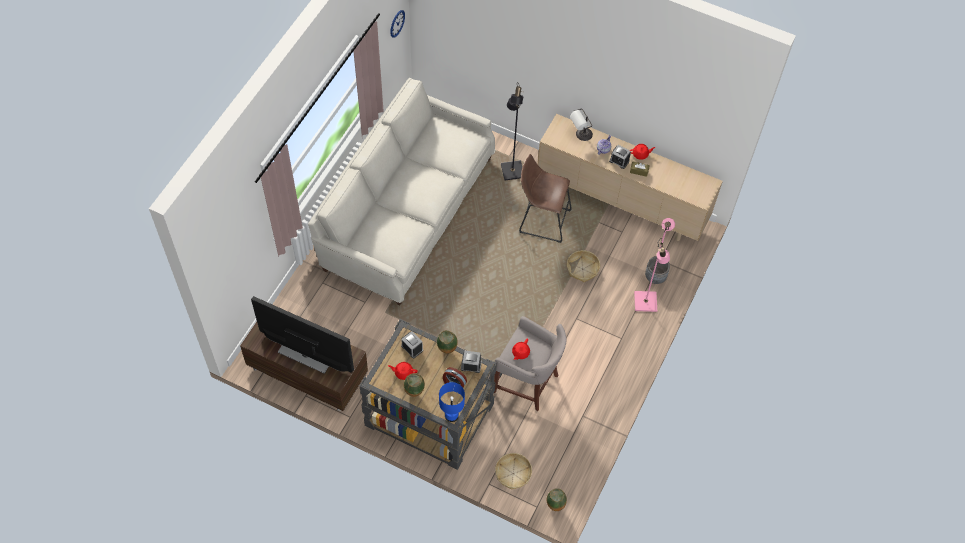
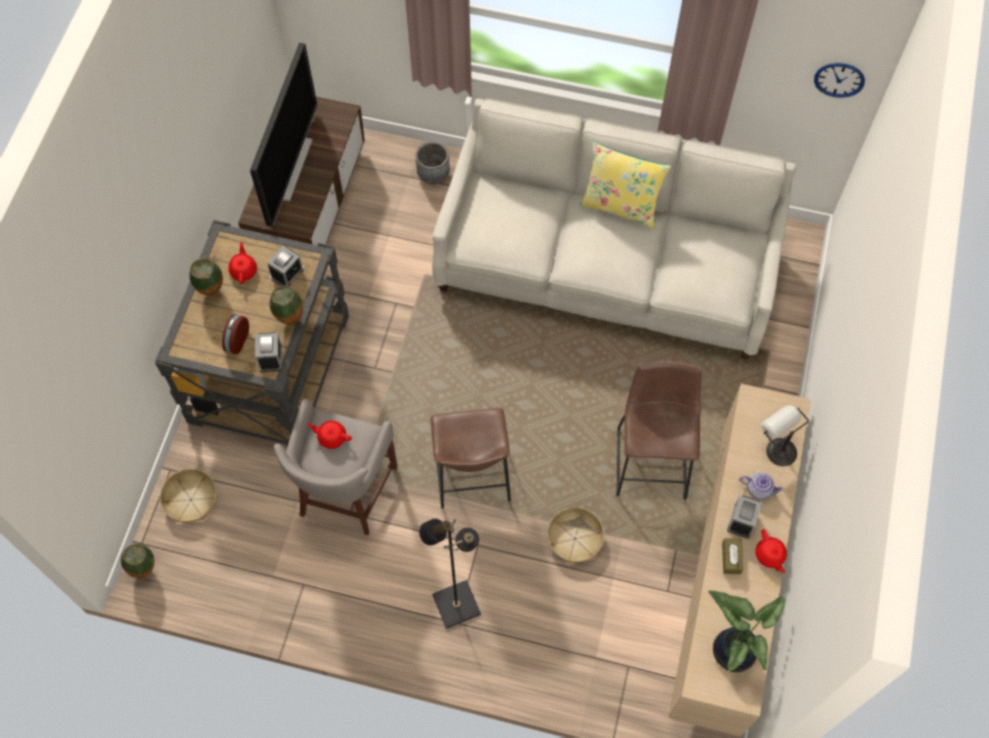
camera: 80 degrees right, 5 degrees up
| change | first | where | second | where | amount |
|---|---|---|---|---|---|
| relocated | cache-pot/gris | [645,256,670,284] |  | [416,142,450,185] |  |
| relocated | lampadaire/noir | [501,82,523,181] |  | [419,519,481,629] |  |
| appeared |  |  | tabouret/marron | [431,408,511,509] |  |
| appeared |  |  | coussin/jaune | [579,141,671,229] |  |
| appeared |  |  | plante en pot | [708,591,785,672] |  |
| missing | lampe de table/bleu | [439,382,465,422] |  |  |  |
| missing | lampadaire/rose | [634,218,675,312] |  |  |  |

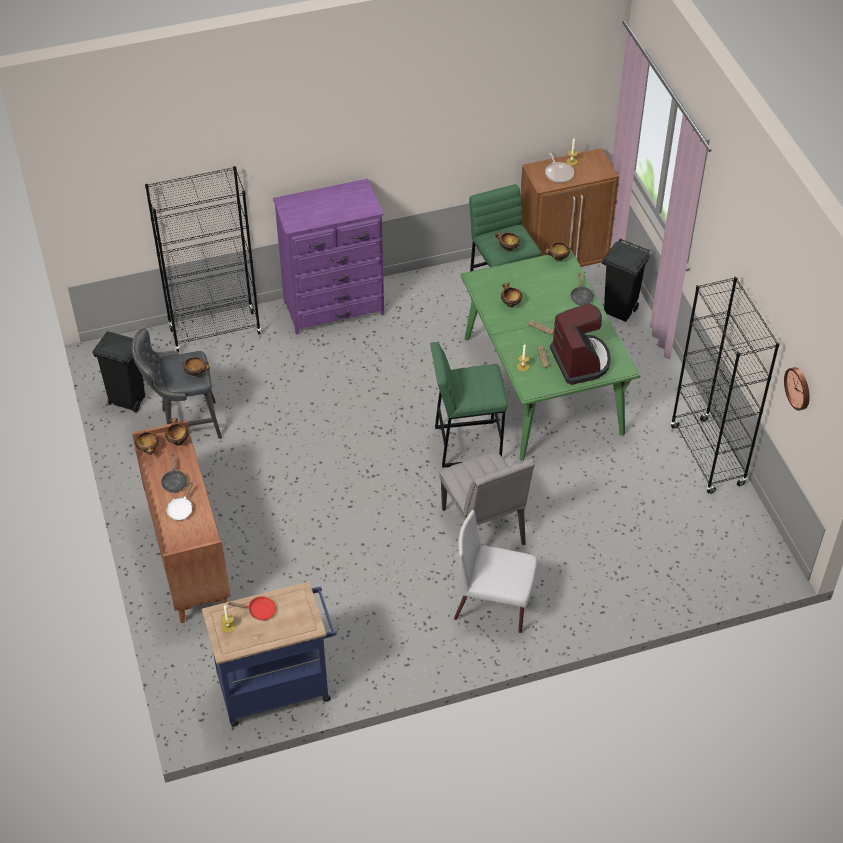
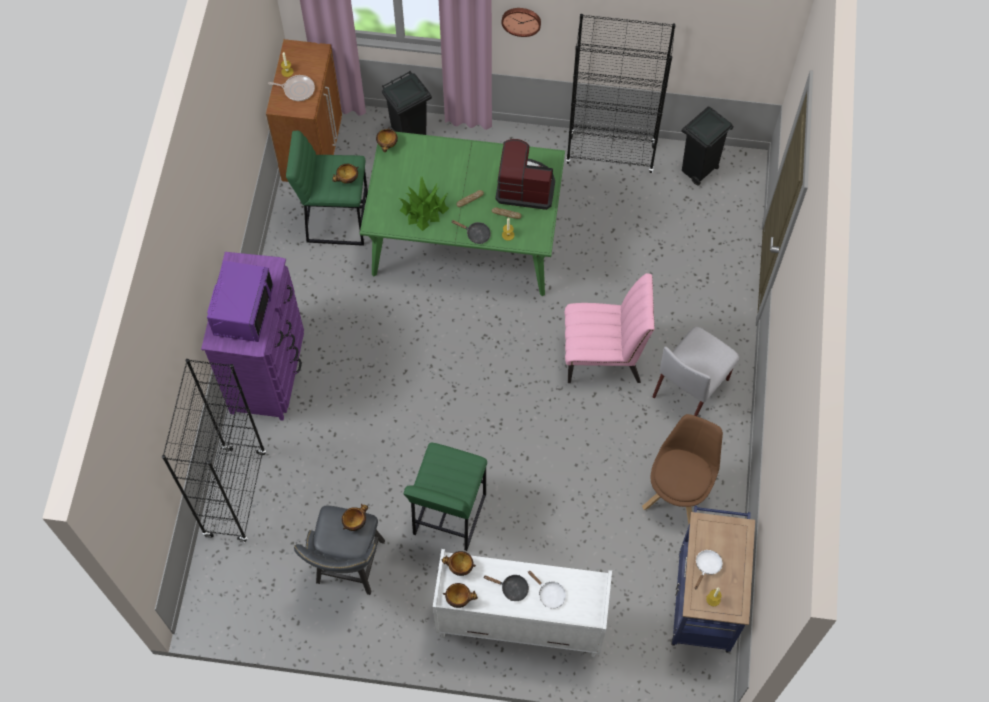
camera: 65 degrees left, 15 degrees up
| change | first | where | second | where | amount |
|---|---|---|---|---|---|
| appeared |  |  | micro-ondes/violet | [207,261,273,342] |  |
| exchanged | bol | [501,282,522,308] | plante en pot | [398,177,449,231] |  |
| relocated | tabouret/vert | [430,342,507,468] |  | [403,443,487,551] |  |
| colour | meuble de rangement/marron | [132,420,231,623] | meuble de rangement/blanc | [433,549,612,658] |  |
| relocated | poêle/noir | [570,273,594,305] |  | [451,220,491,244] |  |
| relocated | horloge murale | [784,367,810,411] |  | [501,8,541,37] |  |
| colour | chaise/gris | [439,451,535,545] | chaise/rose | [565,273,655,383] |  |
| appeared |  |  | chaise/marron | [642,414,723,525] |  |
| relocated | poubelle/noir | [92,331,145,413] |  | [681,107,734,186] |  |
| colour | poêle/rouge | [229,596,276,620] | poêle/blanc | [695,550,723,589] |  |

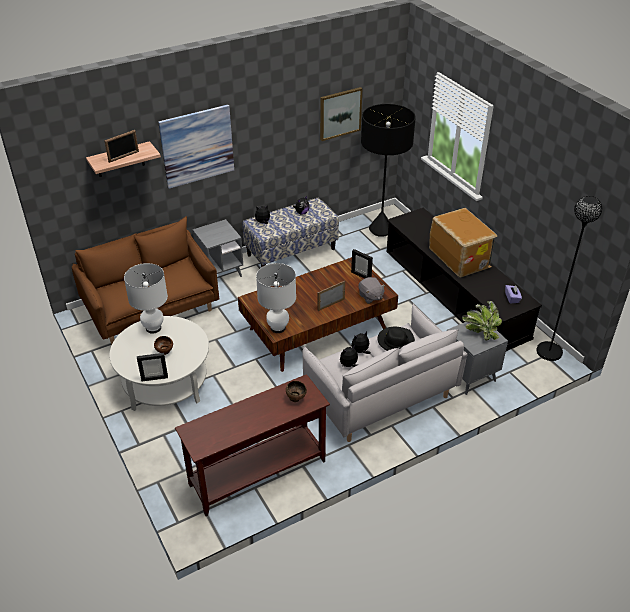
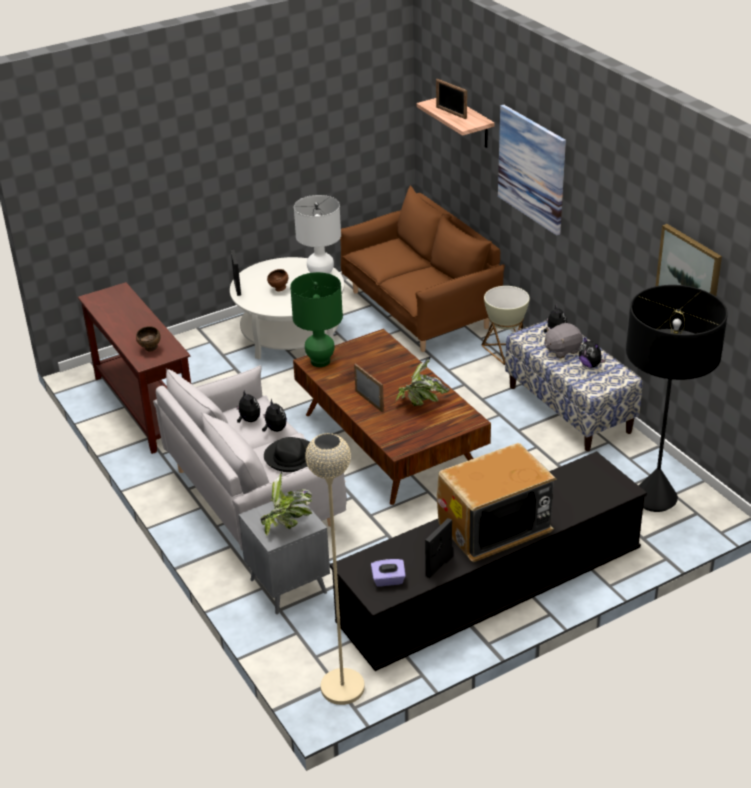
camera: 90 degrees right, 5 degrees down
| change | first | where | second | where | amount |
|---|---|---|---|---|---|
| colour | lampe de table/blanc | [256,263,296,333] | lampe de table/vert | [290,272,343,367] |  |
| colour | lampadaire/noir | [536,196,602,361] | lampadaire/beige | [305,433,365,705] |  |
| appeared |  |  | plante en pot | [396,357,450,406] |  |
| relocated | cadre photo | [351,249,373,279] |  | [425,518,454,578] |  |
| exchanged | table d'appoint/gris | [193,219,243,277] | cache-pot | [482,286,530,365] |  |
| relocated | peluche/gris | [358,277,386,304] |  | [545,323,583,358] |  |

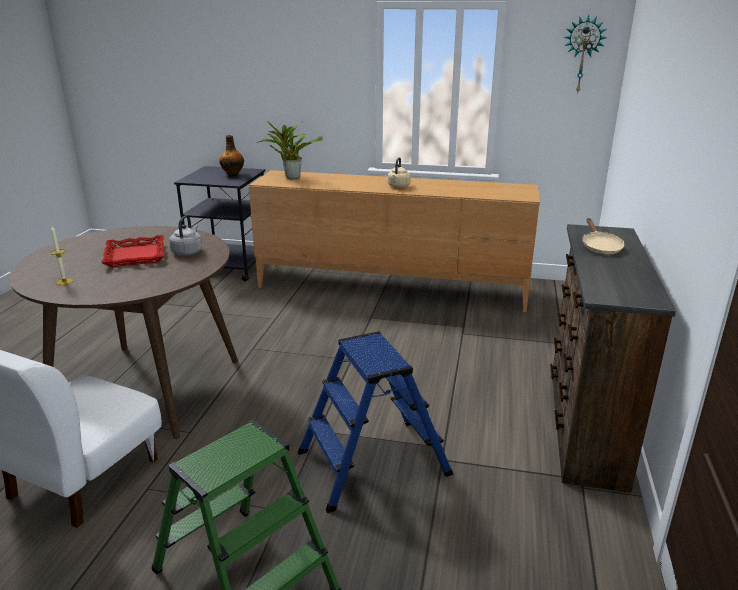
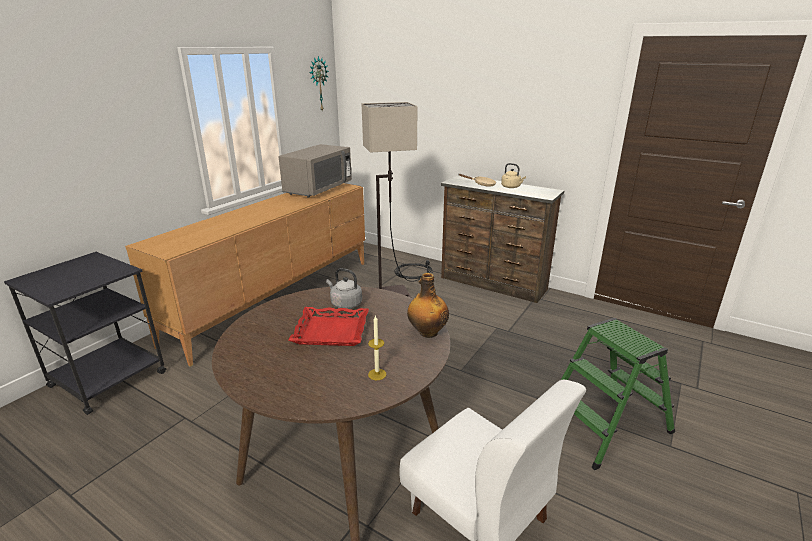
camera: 70 degrees left, 0 degrees up
| change | first | where | second | where | amount |
|---|---|---|---|---|---|
| appeared |  |  | micro-ondes/gris | [279,144,352,198] |  |
| appeared |  |  | lampadaire | [362,102,433,298] |  |
| relocated | bouteille | [219,135,244,176] |  | [407,273,449,338] |  |
| relocated | bouilloire/beige | [388,157,411,188] |  | [501,163,526,188] |  |
| missing | plante en pot | [257,121,323,179] |  |  |  |
| missing | escabeau/bleu | [298,331,453,513] |  |  |  |

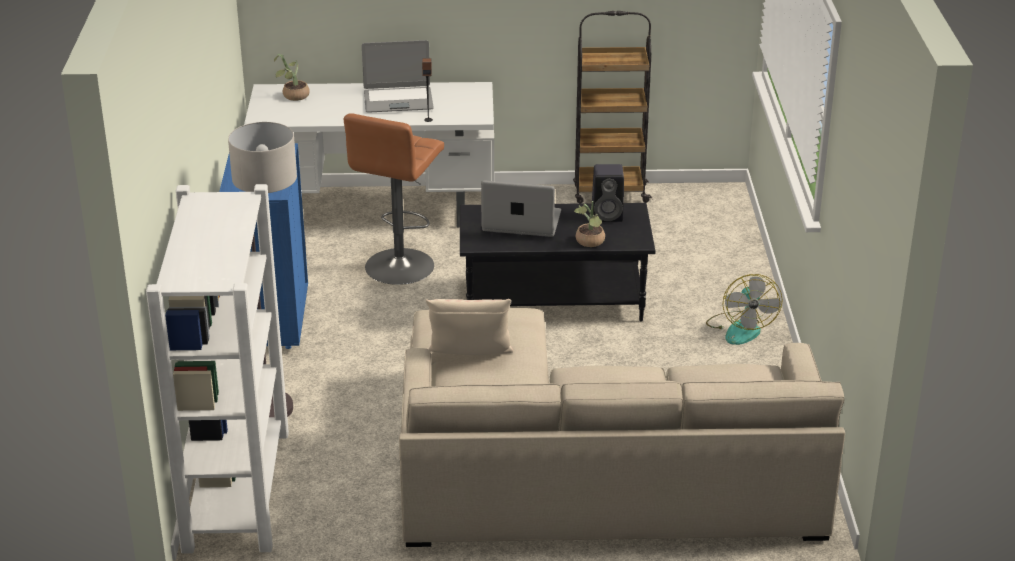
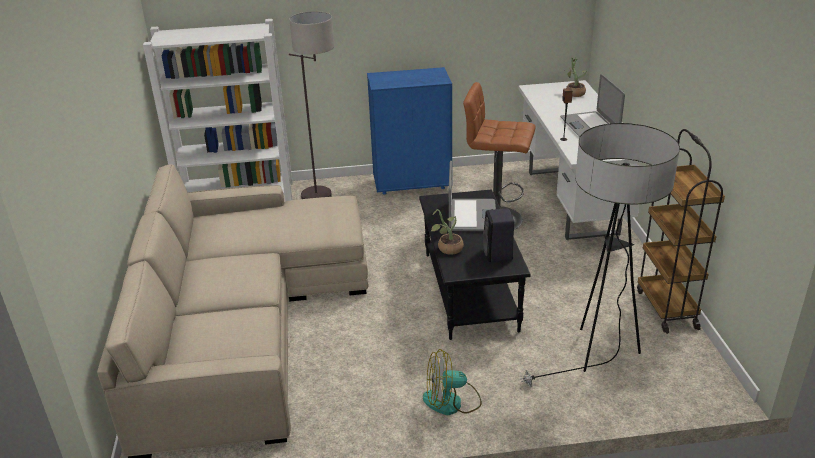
camera: 85 degrees right, 0 degrees up
| change | first | where | second | where | amount |
|---|---|---|---|---|---|
| appeared |  |  | lampadaire | [520,123,680,387] |  |
| missing | coussin/beige | [425,299,513,355] |  |  |  |

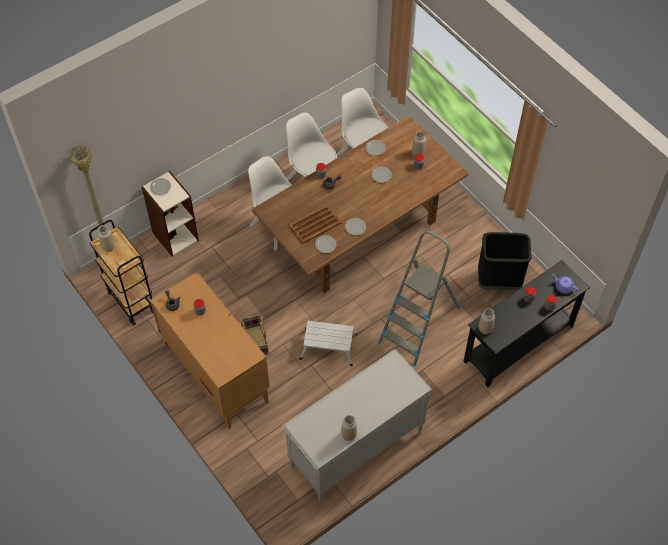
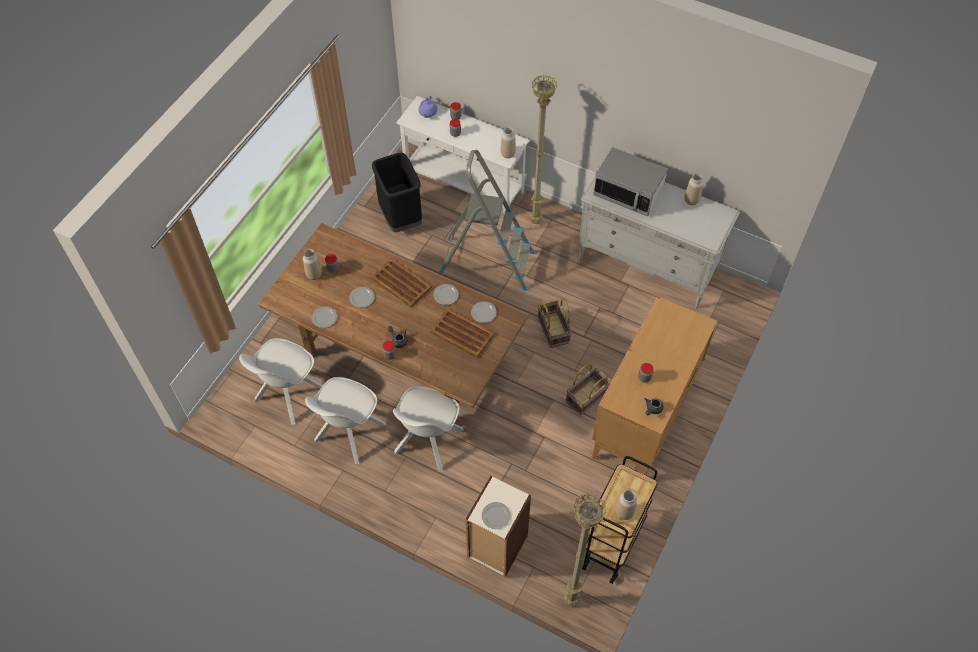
camera: 115 degrees left, 0 degrees up
| change | first | where | second | where | amount |
|---|---|---|---|---|---|
| appeared |  |  | plateau/marron | [371,258,432,307] |  |
| colour | table console/noir | [464,260,590,388] | table console/blanc | [396,96,530,214] |  |
| appeared |  |  | lampadaire/beige | [530,75,557,224] |  |
| exchanged | escabeau/blanc | [299,320,357,367] | panier | [538,298,572,348] |  |
| appeared |  |  | micro-ondes | [593,147,668,216] |  |

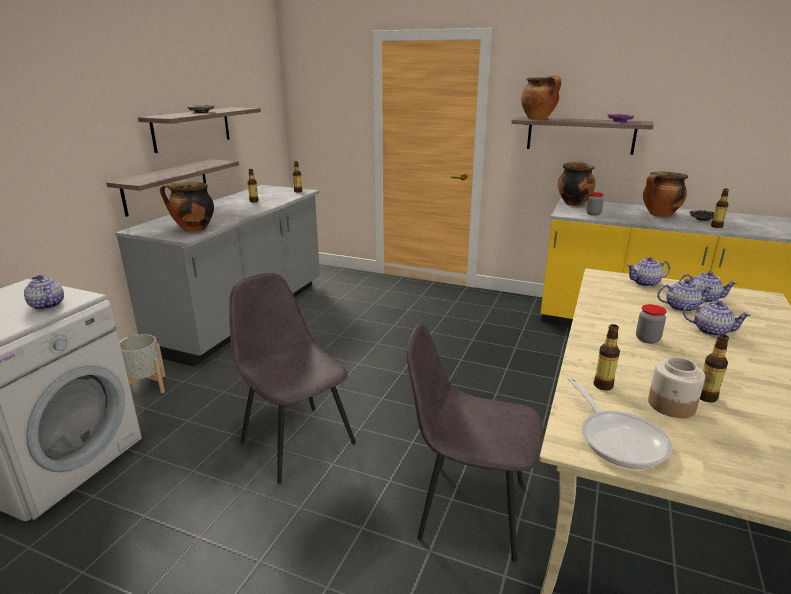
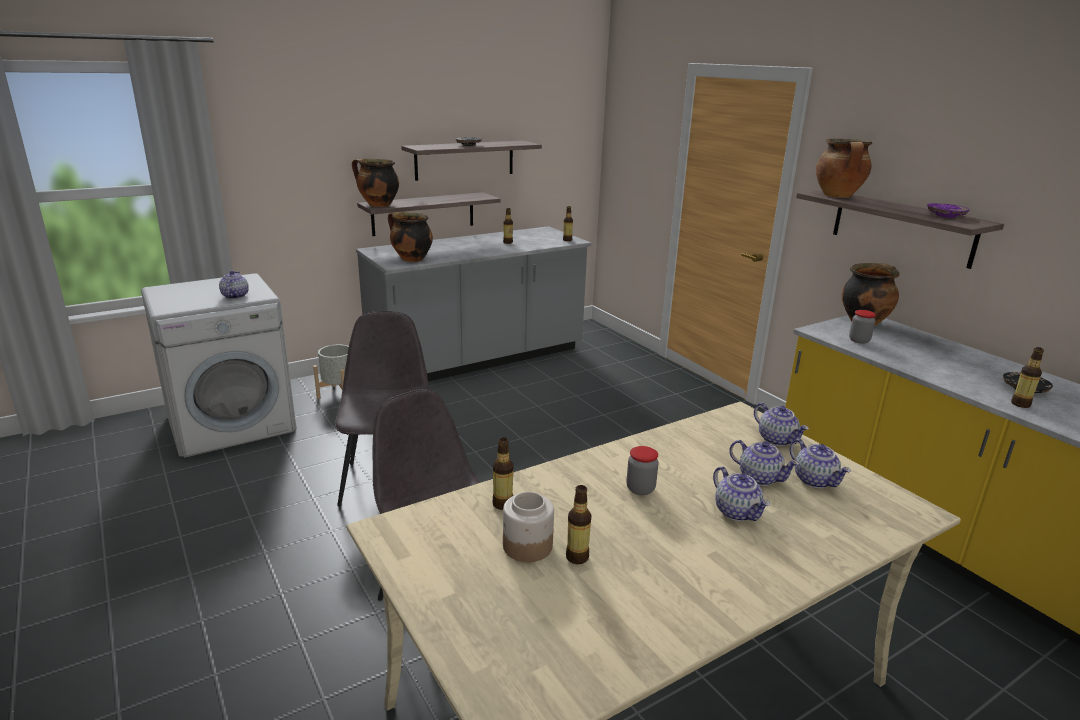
camera: 35 degrees right, 0 degrees up
| change | first | where | second | where | amount |
|---|---|---|---|---|---|
| relocated | marmite | [643,172,688,217] |  | [352,158,399,207] |  |
| spun | théière | [627,257,670,287] |  | [754,403,809,446] | 150 degrees counterclockwise |
| missing | poêle | [567,377,672,469] |  |  |  |

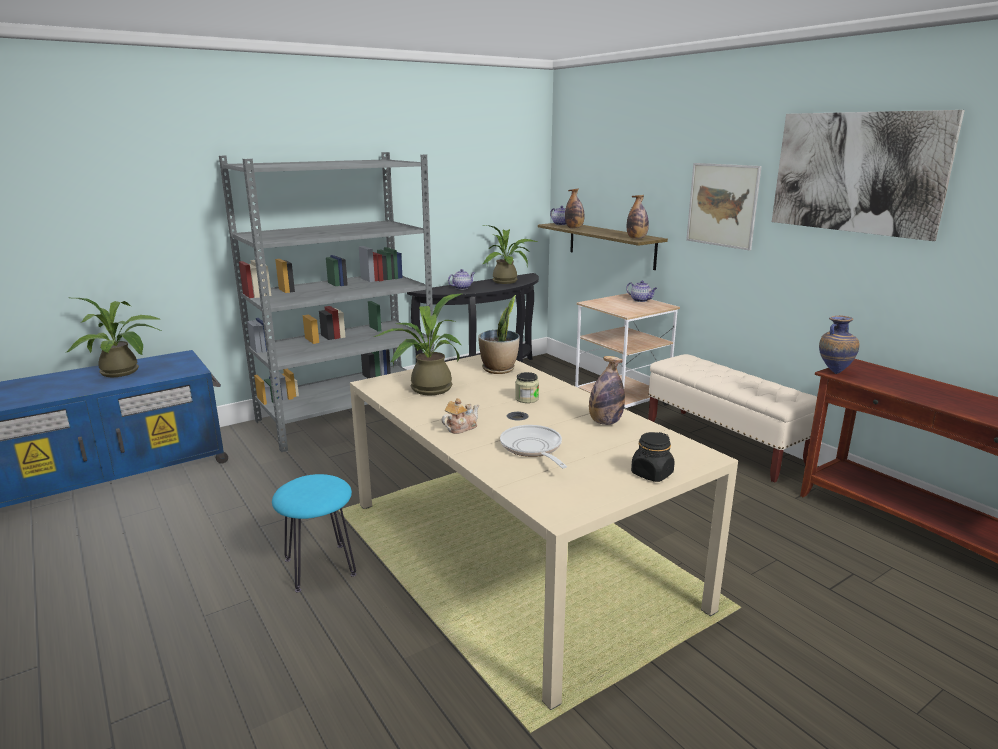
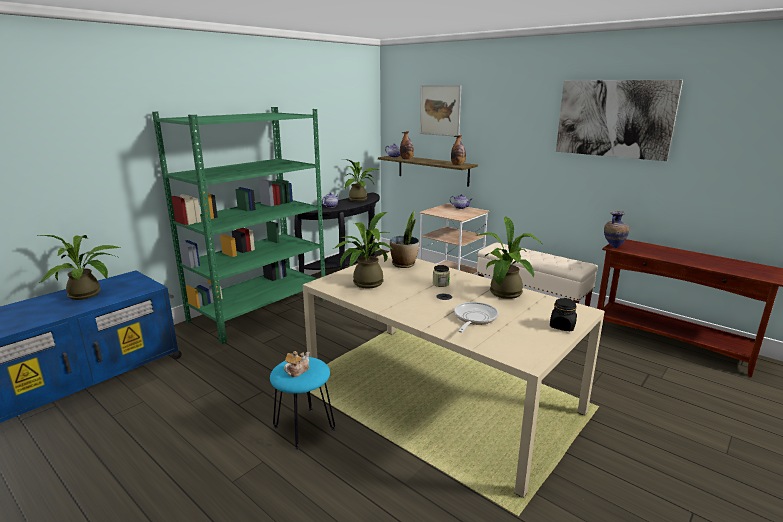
camera: 15 degrees left, 0 degrees up
| change | first | where | second | where | amount |
|---|---|---|---|---|---|
| colour | bibliothèque/gris | [219,152,434,452] | bibliothèque/vert | [152,107,325,344] |  |
| relocated | théière | [442,398,479,434] |  | [284,351,310,377] |  |
| relocated | tableau | [686,163,762,251] |  | [420,85,462,137] |  |
| spun | poêle | [500,425,567,468] |  | [454,302,498,333] | 60 degrees clockwise |
| exchanged | bouteille | [589,356,625,425] | plante en pot | [476,216,543,299] |  |

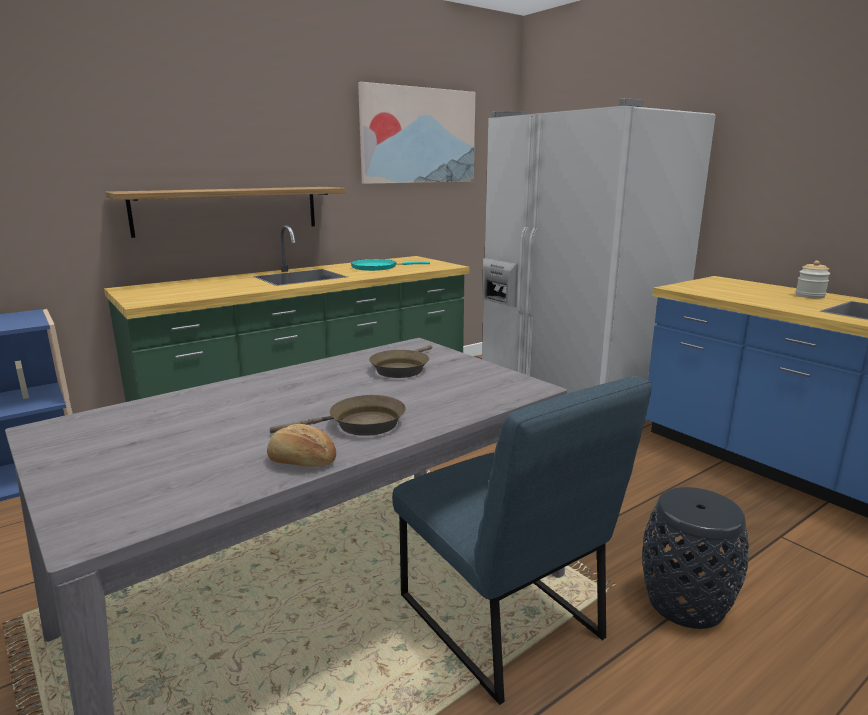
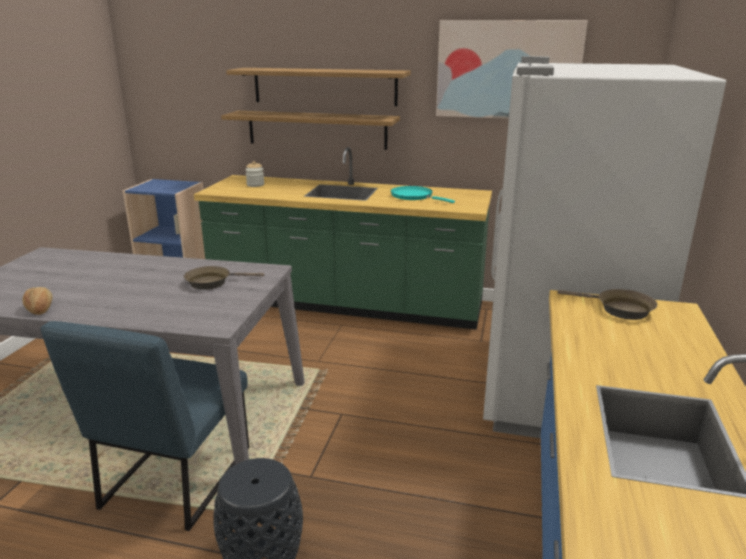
camera: 50 degrees right, 5 degrees up
| change | first | where | second | where | amount |
|---|---|---|---|---|---|
| appeared |  |  | étagère | [226,68,411,106] |  |
| relocated | bocal | [796,261,830,299] |  | [245,161,264,187] |  |
| relocated | poêle/marron | [270,395,406,436] |  | [558,289,657,320] |  |

